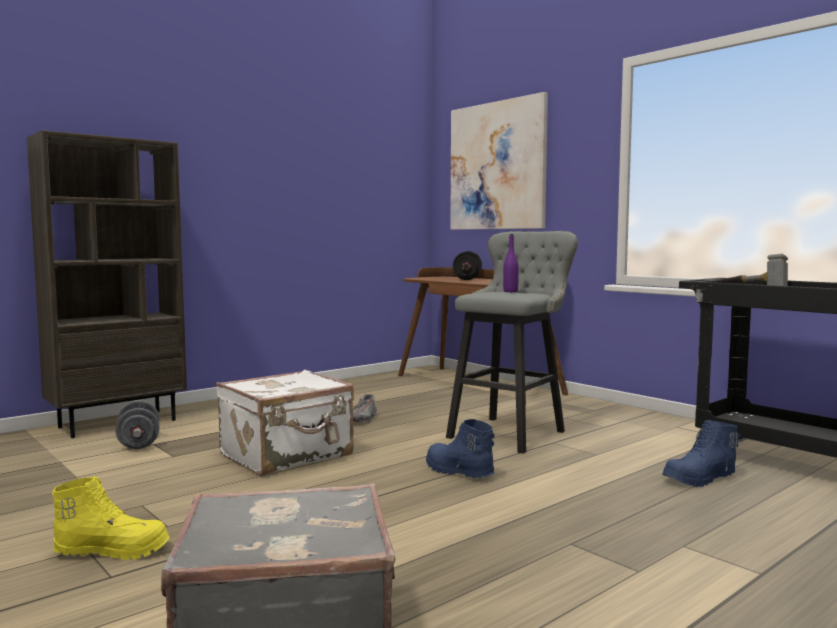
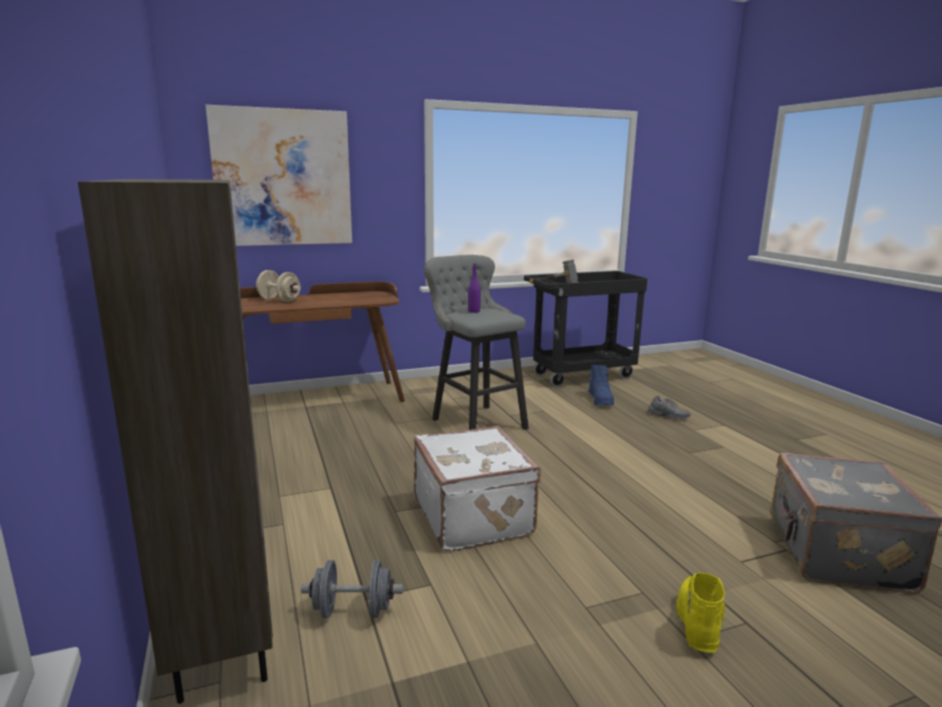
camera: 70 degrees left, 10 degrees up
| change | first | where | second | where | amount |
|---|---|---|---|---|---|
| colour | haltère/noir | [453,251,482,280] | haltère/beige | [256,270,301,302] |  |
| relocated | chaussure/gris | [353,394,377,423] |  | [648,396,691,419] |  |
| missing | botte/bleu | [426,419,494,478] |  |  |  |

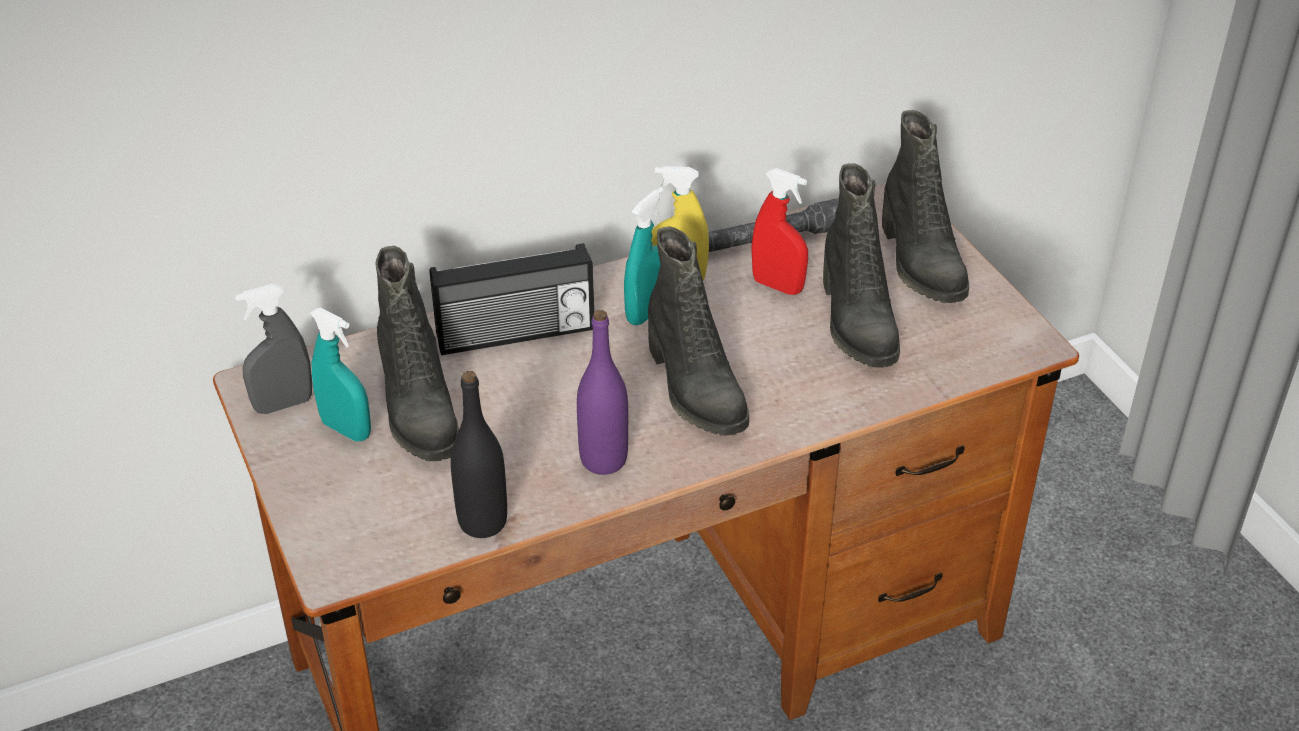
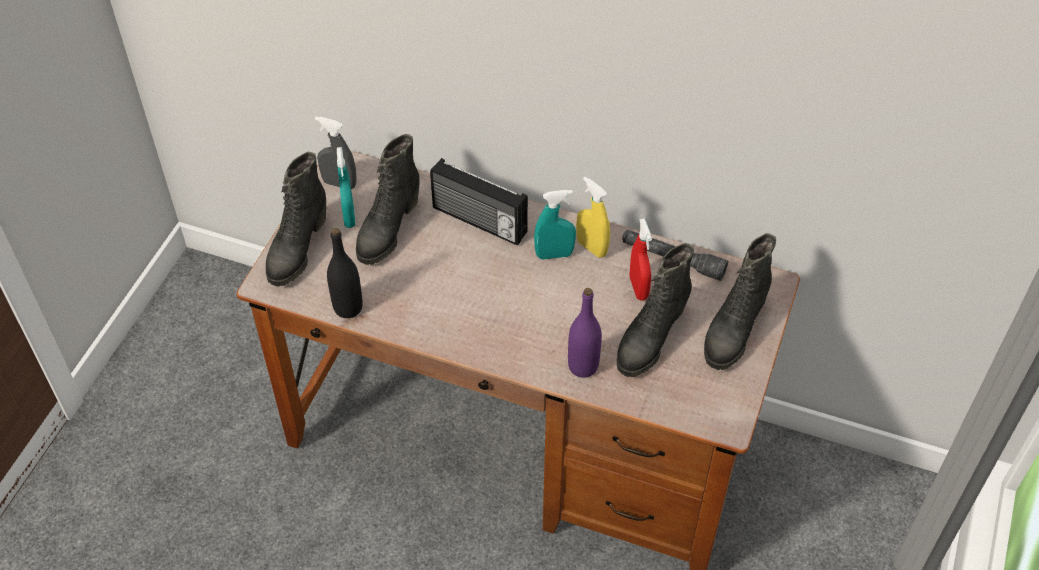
camera: 45 degrees right, 10 degrees up
| change | first | where | second | where | amount |
|---|---|---|---|---|---|
| relocated | botte/noir | [648,226,749,436] |  | [266,152,326,287] |  |
| relocated | bouteille/violet | [577,310,628,475] |  | [568,288,602,378] |  |

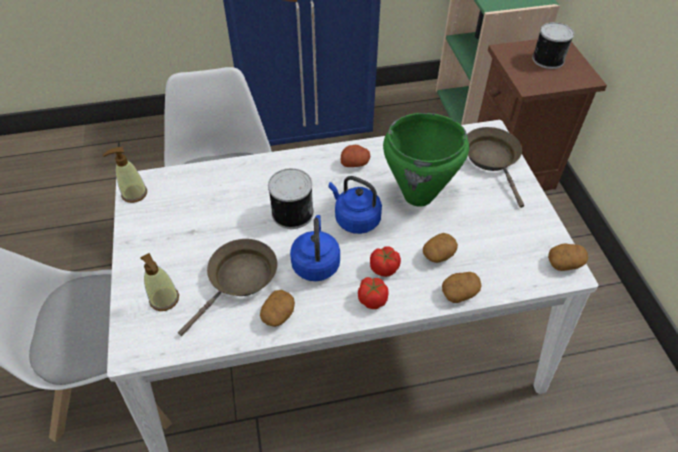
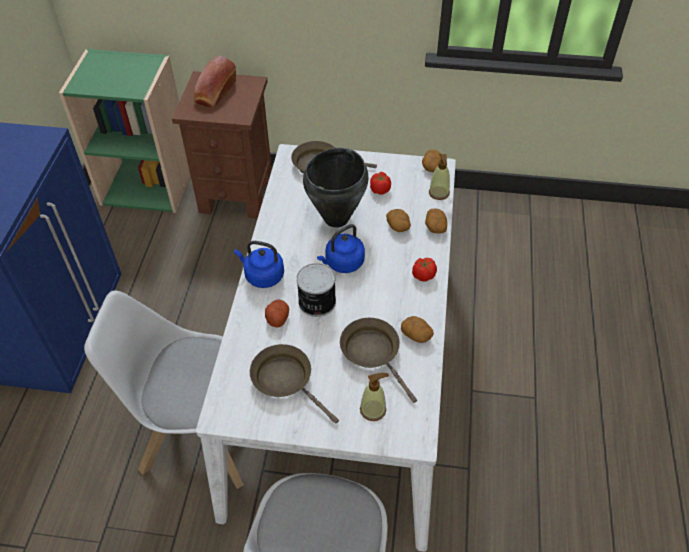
camera: 70 degrees left, 0 degrees up
| change | first | where | second | where | amount |
|---|---|---|---|---|---|
| exchanged | boîte métallique | [532,22,574,69] | pain | [194,56,236,108] |  |
| relocated | bouilloire/bleu | [290,215,340,281] |  | [234,241,284,288] |  |
| appeared |  |  | poêle/marron | [250,344,339,424] |  |
| relocated | pomme de terre | [341,145,370,167] |  | [265,300,289,328] |  |
| colour | marmite/vert | [383,113,469,207] | marmite/noir | [303,148,369,228] |  |
| relocated | tomate | [370,246,401,277] |  | [370,172,391,195] |  |
| relocated | distributeur de savon | [103,147,147,203] |  | [429,154,450,200] |  |

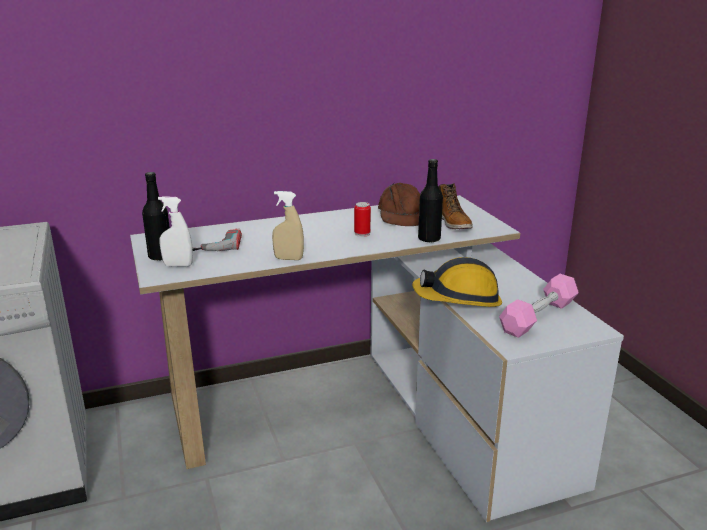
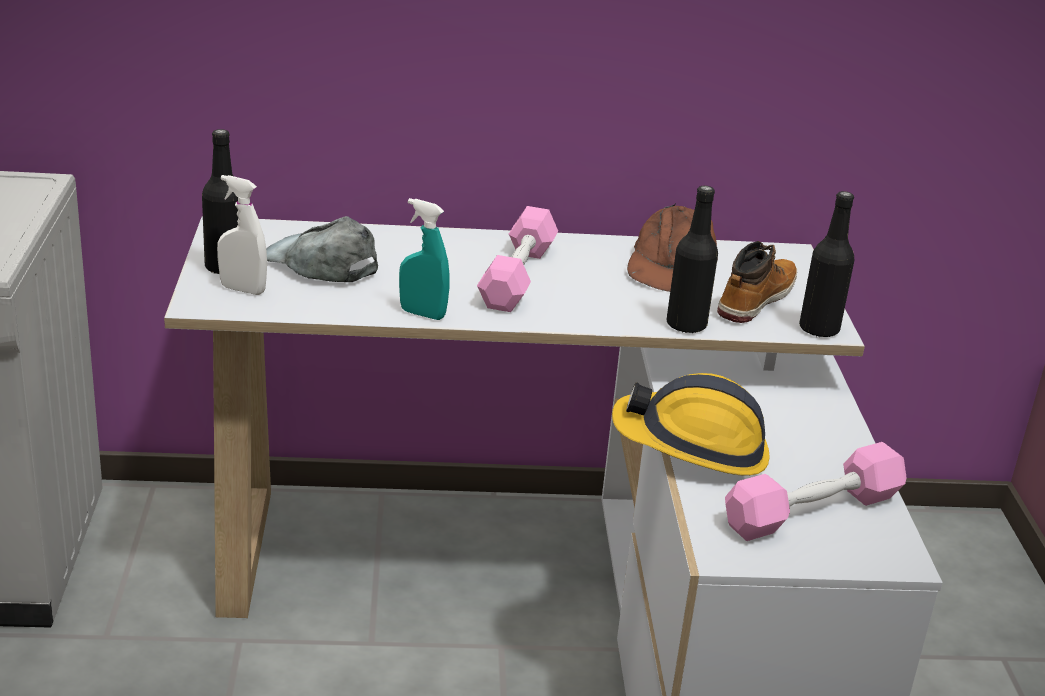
camera: 15 degrees right, 5 degrees up
| change | first | where | second | where | amount |
|---|---|---|---|---|---|
| exchanged | perceuse | [192,228,242,251] | casquette/gris | [266,216,378,282] |  |
| colour | vaporisateur/beige | [272,191,304,260] | vaporisateur/turquoise | [399,198,450,320] |  |
| appeared |  |  | haltère/rose | [477,206,558,312] |  |
| spun | botte | [438,183,473,229] |  | [717,241,797,323] | 150 degrees counterclockwise |
| appeared |  |  | bouteille/noir | [799,191,854,337] |  |
| missing | boîte métallique | [354,202,371,237] |  |  |  |

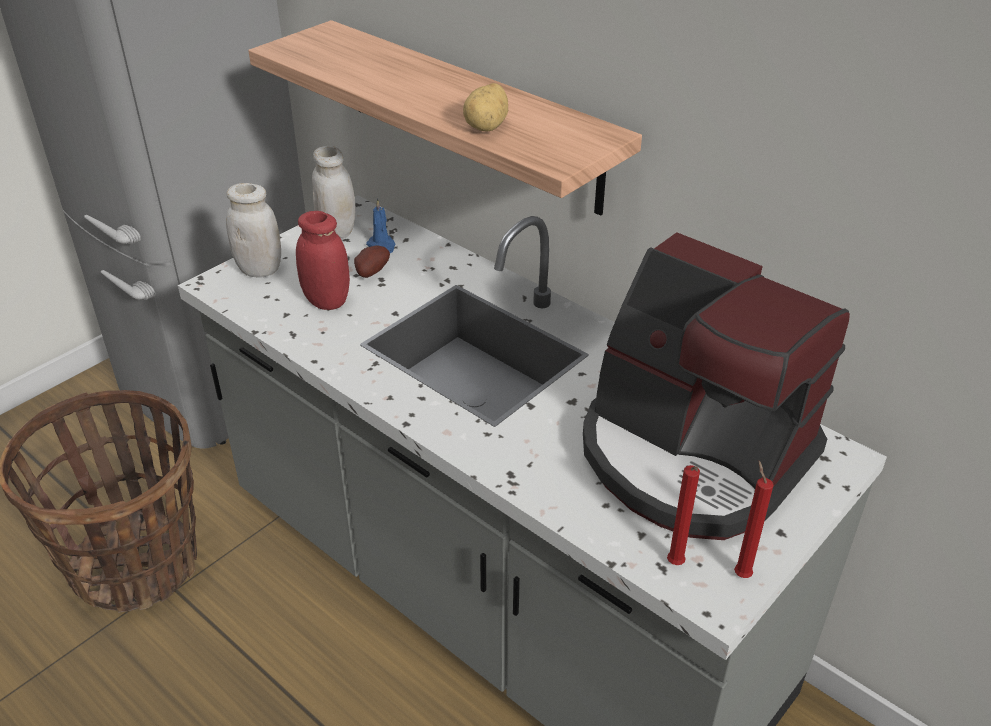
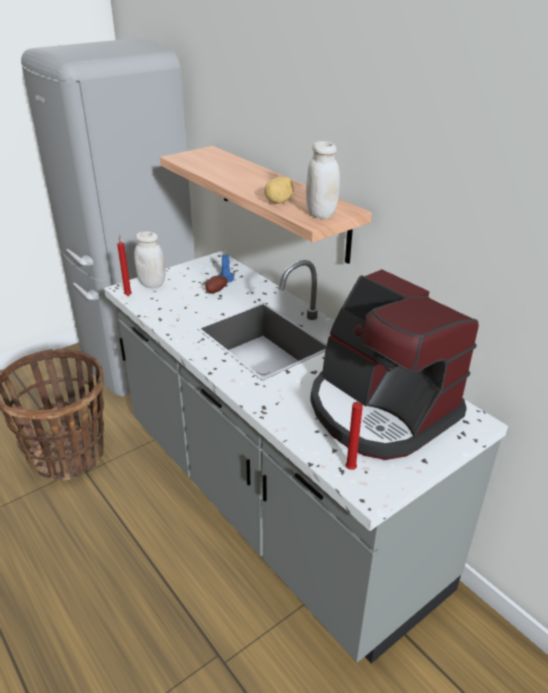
camera: 10 degrees right, 5 degrees down
| change | first | where | second | where | amount |
|---|---|---|---|---|---|
| relocated | bougie/rouge | [734,461,774,578] |  | [117,235,132,296] |  |
| relocated | bocal/blanc | [312,146,355,238] |  | [306,141,340,218] |  |
| missing | bocal/rouge | [296,211,350,310] |  |  |  |

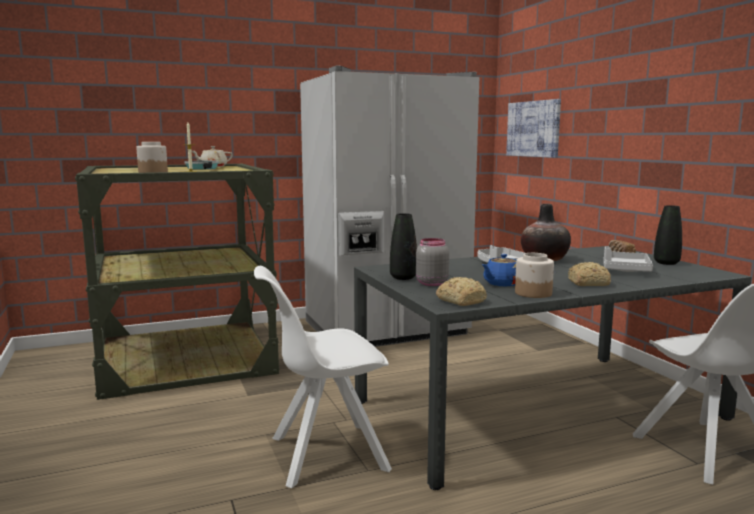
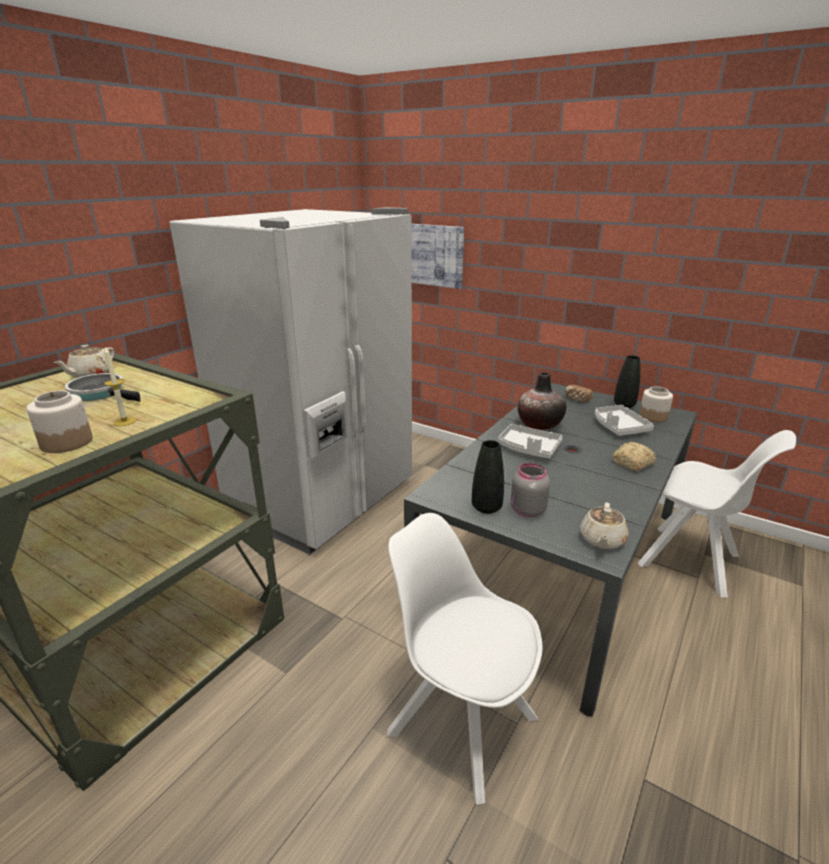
camera: 35 degrees left, 15 degrees up
| change | first | where | second | where | amount |
|---|---|---|---|---|---|
| spun | chaise/blanc | [254,266,392,488] |  | [387,513,542,805] | 90 degrees clockwise |
| exchanged | pain | [436,277,487,306] | théière/beige | [580,502,628,549] |  |
| relocated | bocal | [515,253,554,298] |  | [639,386,673,422] |  |
| missing | théière/bleu | [482,254,516,286] |  |  |  |

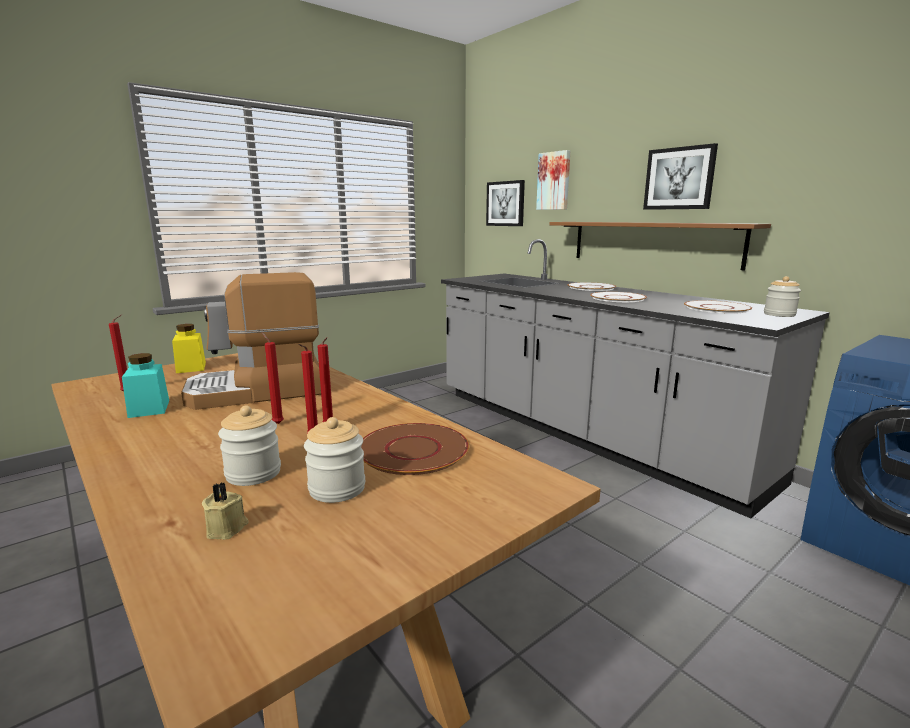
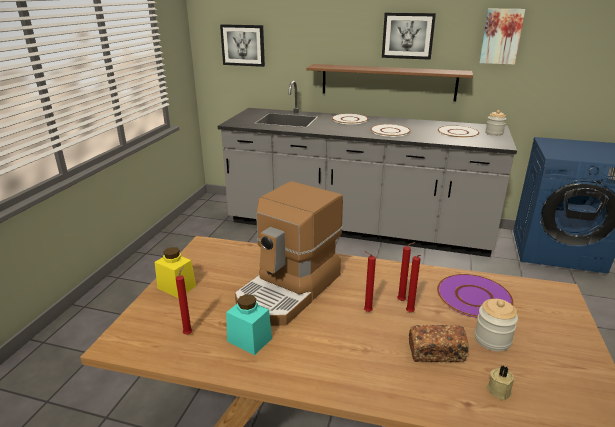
camera: 35 degrees left, 10 degrees up
| change | first | where | second | where | amount |
|---|---|---|---|---|---|
| exchanged | bocal | [218,405,281,486] | pain | [409,325,469,362] |  |
| colour | assiette/marron | [361,423,469,475] | assiette/violet | [437,274,514,318] |  |
| relocated | tableau | [536,150,571,210] |  | [479,9,525,65] |  |

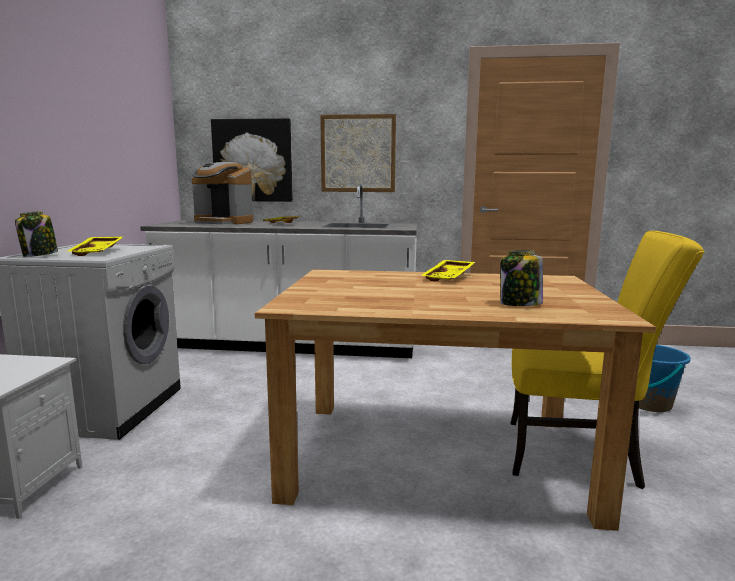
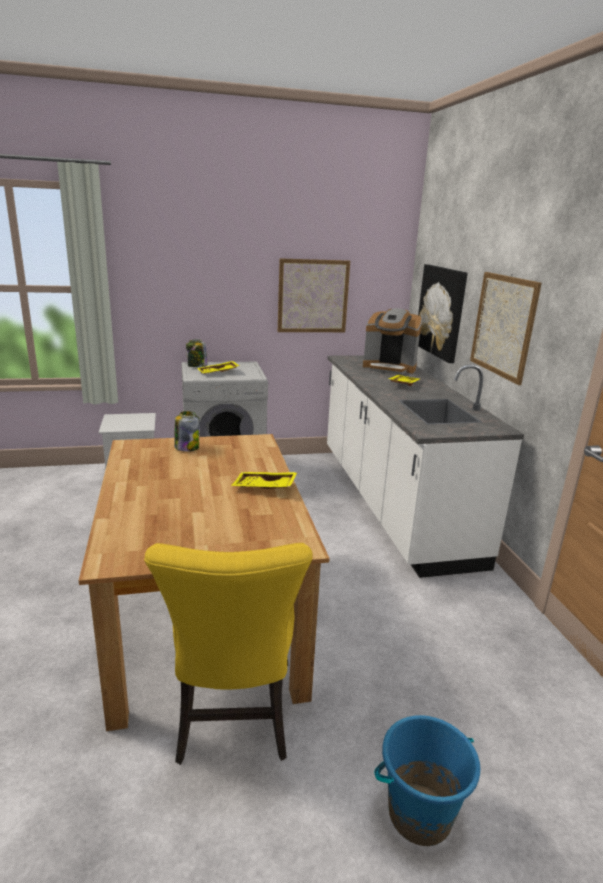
camera: 70 degrees right, 10 degrees up
| change | first | where | second | where | amount |
|---|---|---|---|---|---|
| relocated | bocal | [500,250,543,306] |  | [174,411,200,452] |  |
| appeared |  |  | tableau | [278,257,350,332] |  |
| spun | machine à café | [192,162,253,224] |  | [363,308,422,375] | 75 degrees counterclockwise |

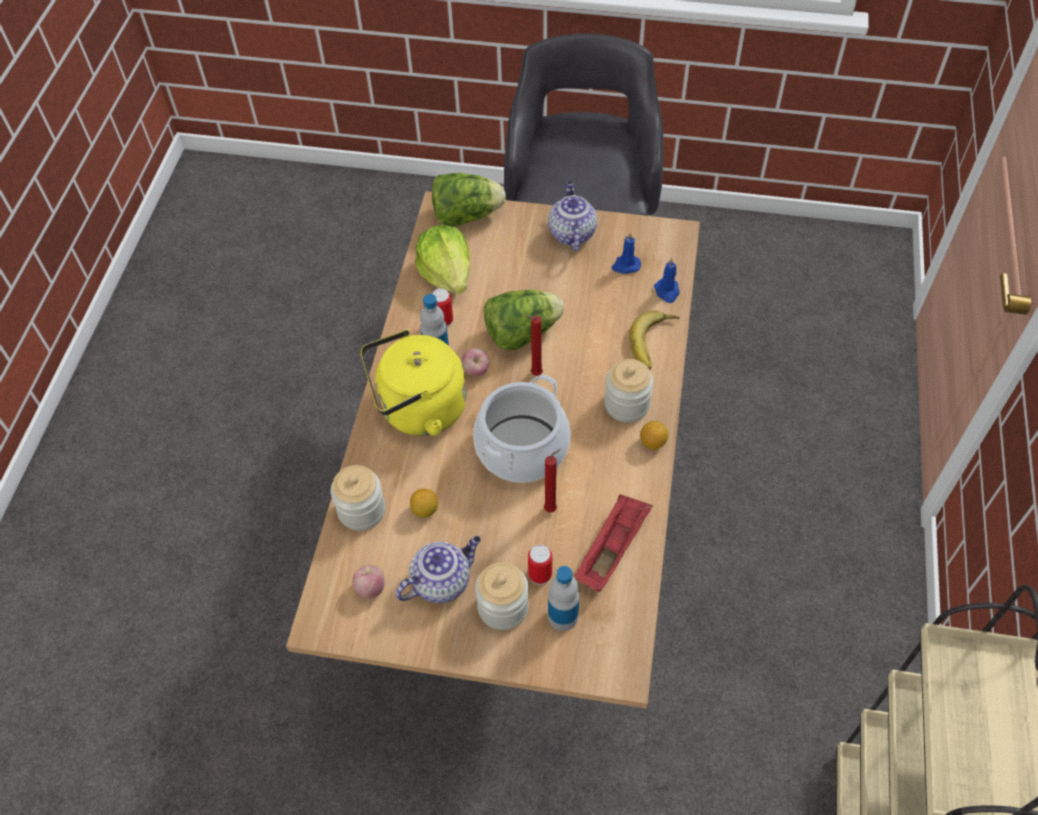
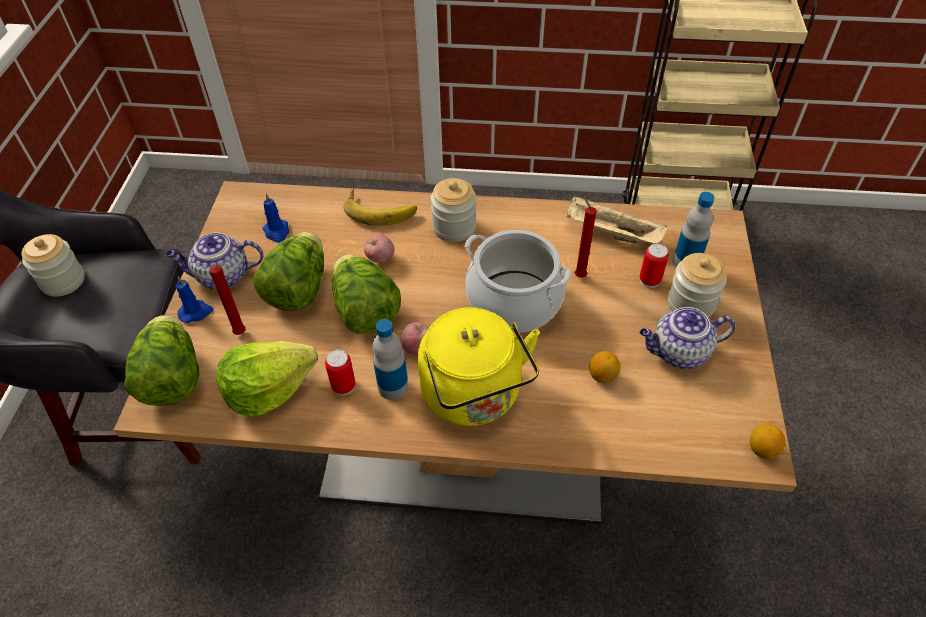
camera: 95 degrees left, 5 degrees down
| change | first | where | second | where | amount |
|---|---|---|---|---|---|
| relocated | bocal | [331,465,385,531] |  | [21,234,85,297] |  |
| relocated | bougie/bleu | [654,258,679,303] |  | [175,276,213,323] |  |
| relocated | bougie/rouge | [526,315,543,376] |  | [209,265,246,335] |  |
| appeared |  |  | laitue | [253,232,324,311] |  |
| relocated | pomme | [352,565,385,599] |  | [364,234,395,263] |  |
| colour | plateau/rouge | [575,495,653,592] | plateau/beige | [567,196,667,243] |  |
| spun | théière | [396,536,481,603] |  | [639,307,735,369] | 60 degrees counterclockwise |
| relocated | citron | [640,421,668,450] |  | [750,424,786,459] |  |

